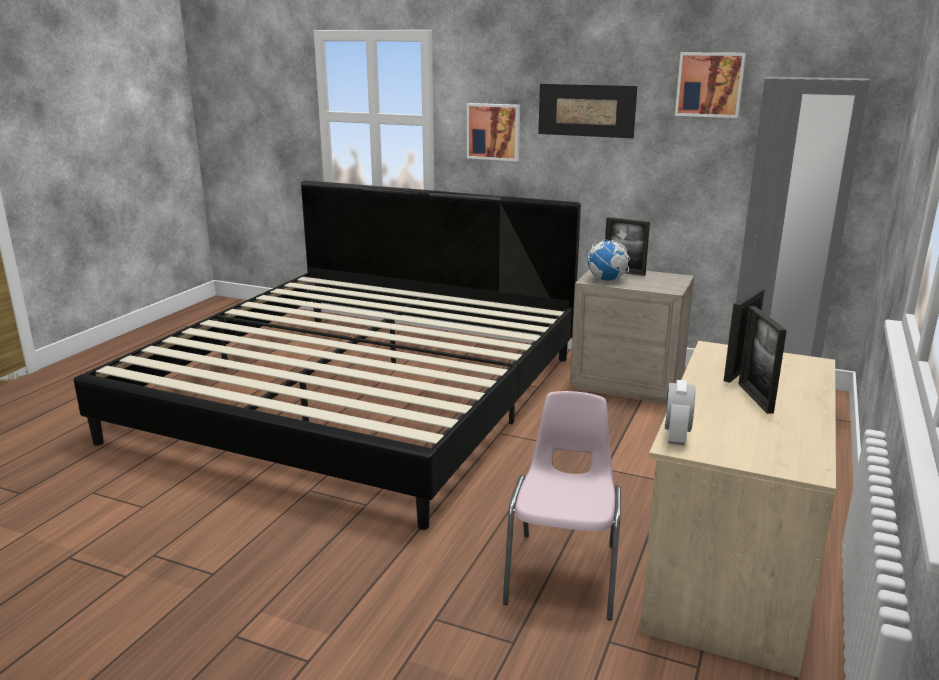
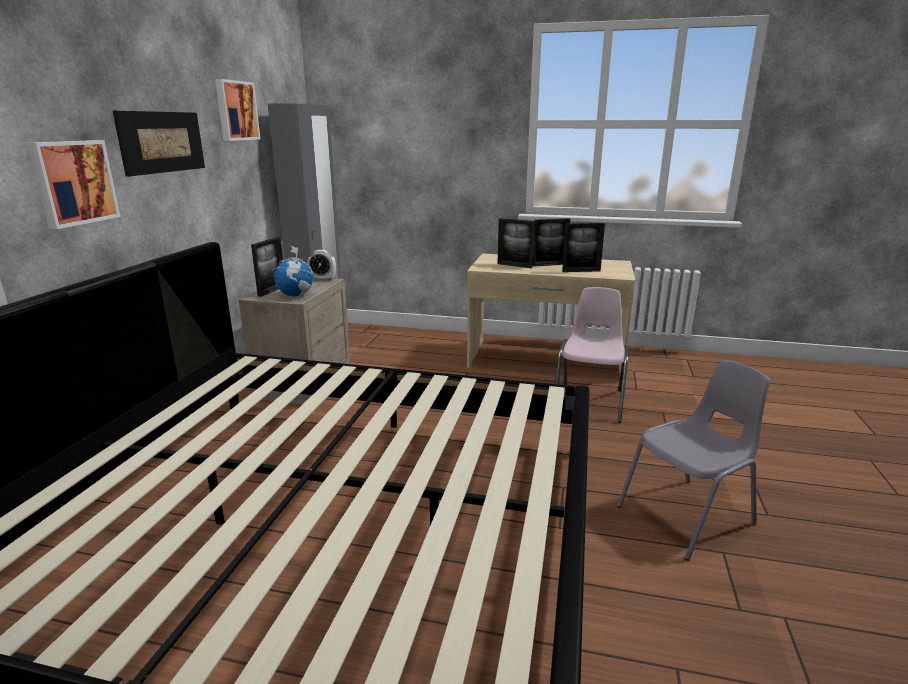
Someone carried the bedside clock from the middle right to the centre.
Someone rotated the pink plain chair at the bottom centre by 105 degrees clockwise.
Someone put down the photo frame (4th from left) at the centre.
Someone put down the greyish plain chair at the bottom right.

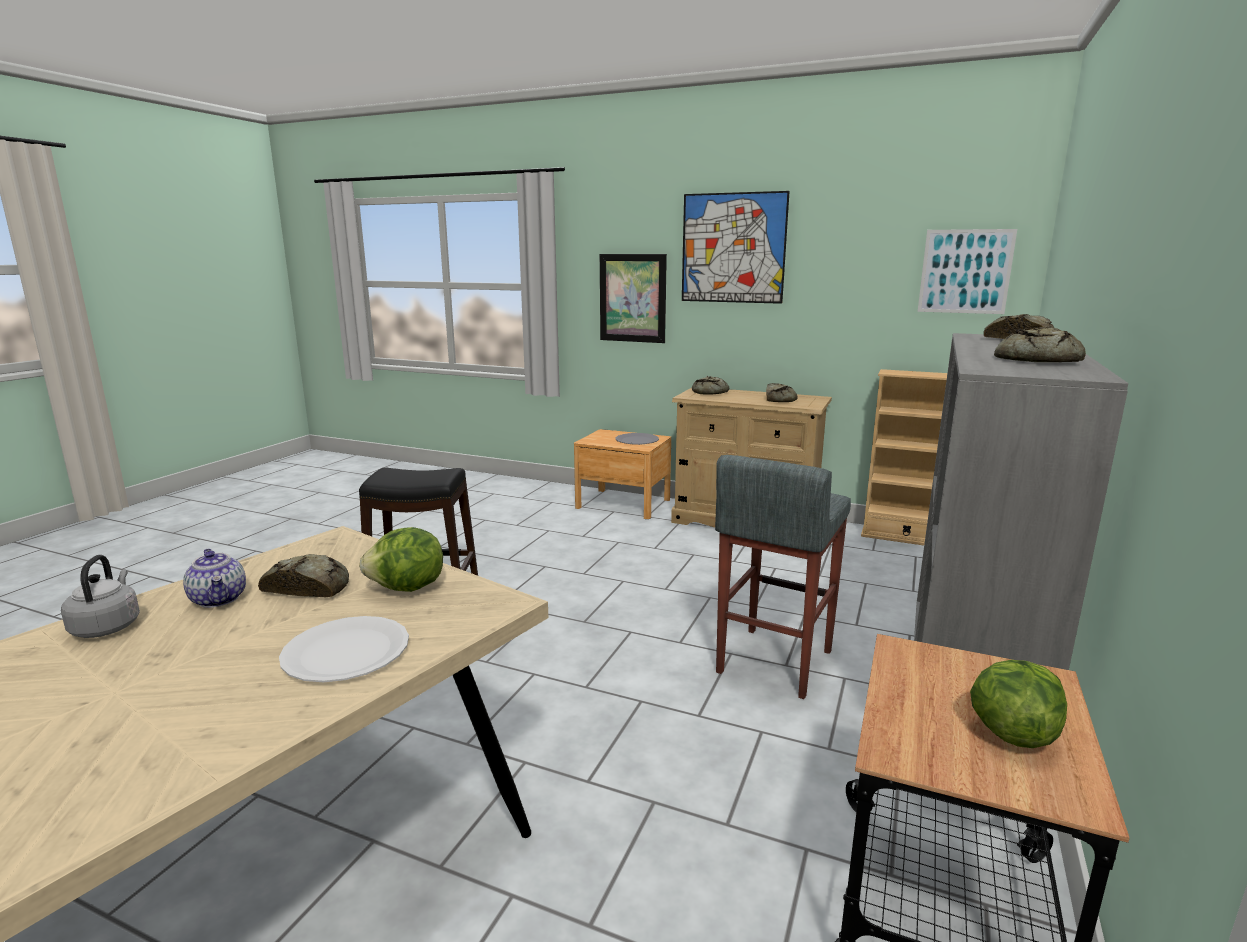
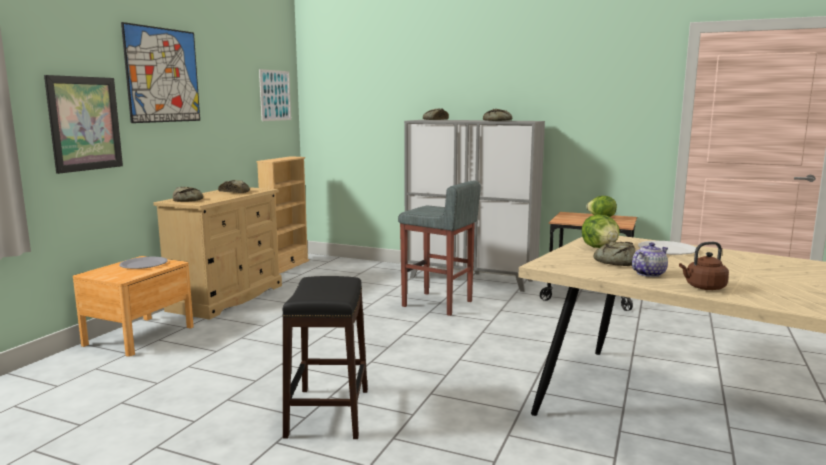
Someone repainted the greyish kettle at the middle left, which became the brown kettle at the middle right.

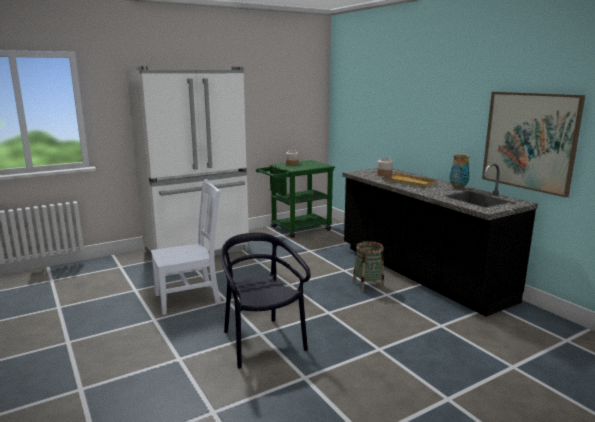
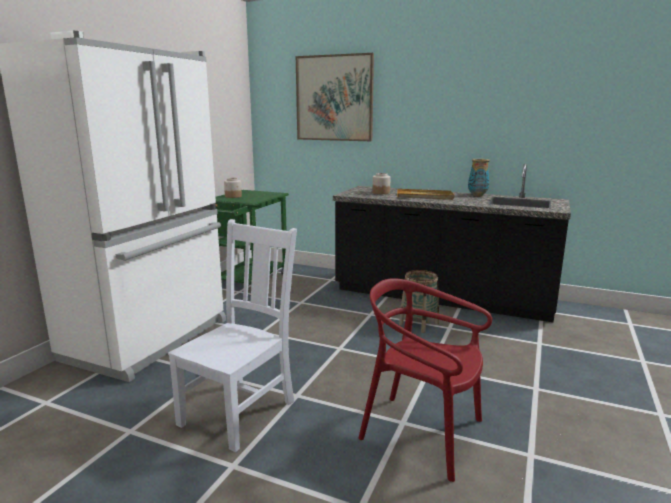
Someone carried the wall picture from the middle right to the top centre.
Someone repainted the black plain chair at the bottom centre, which became the red-coloured plain chair at the bottom centre.

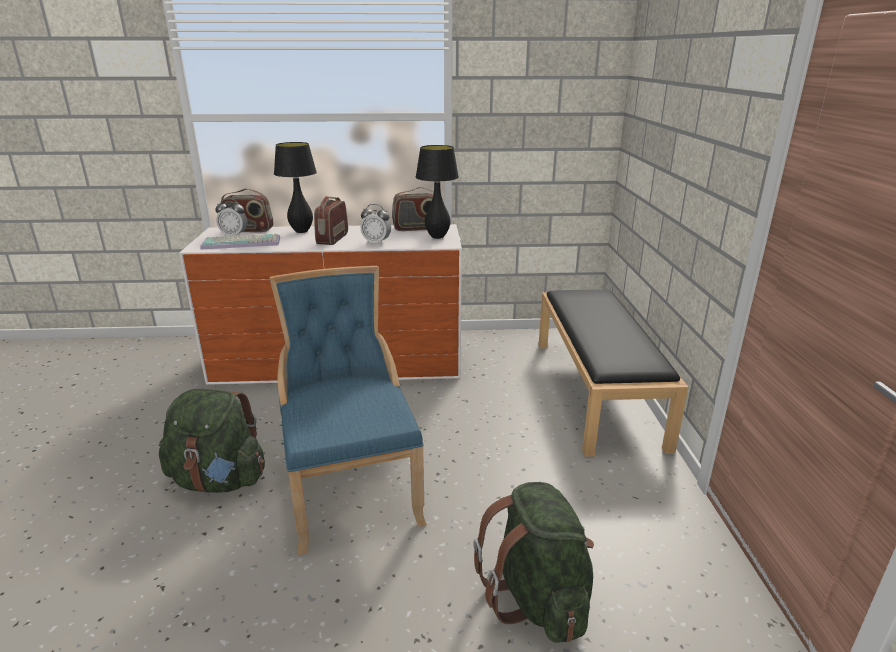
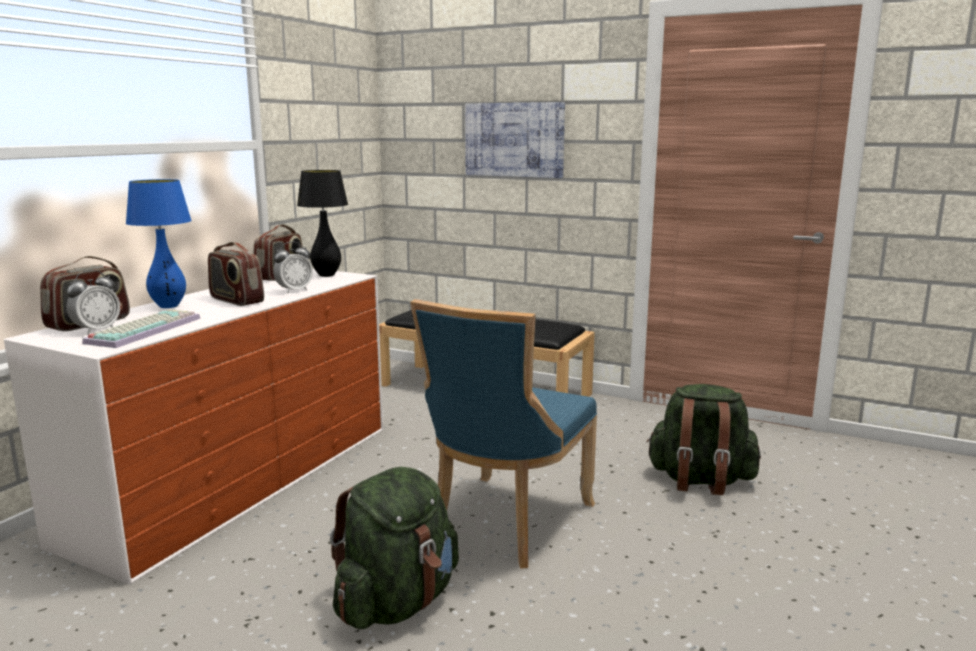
Someone repainted the black table lamp (1st from left) at the top left, which became the bluish table lamp at the middle left.
Someone rotated the bluish plain chair at the centre by 75 degrees counterclockwise.
Someone put up the wall picture at the top centre.

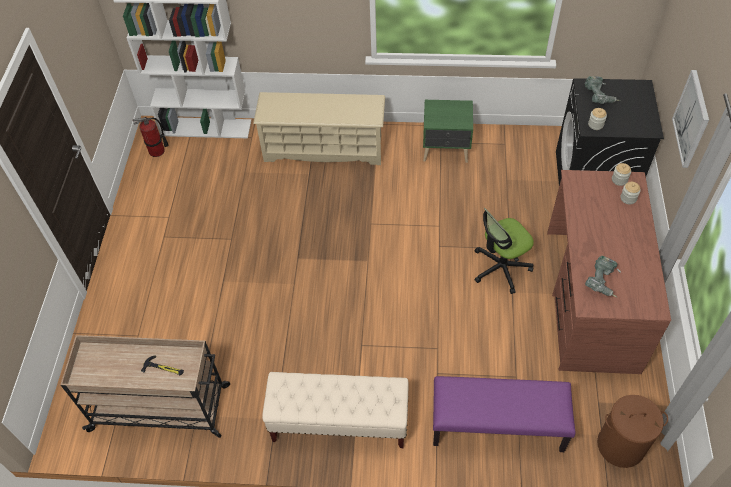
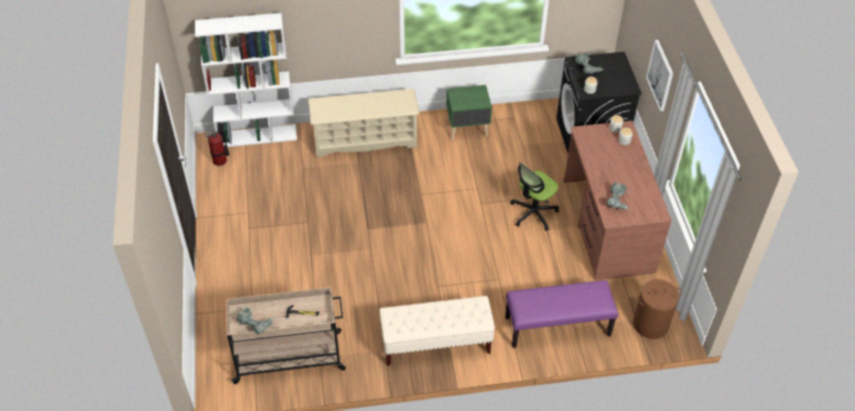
Someone put down the drill (1st from left) at the bottom left.

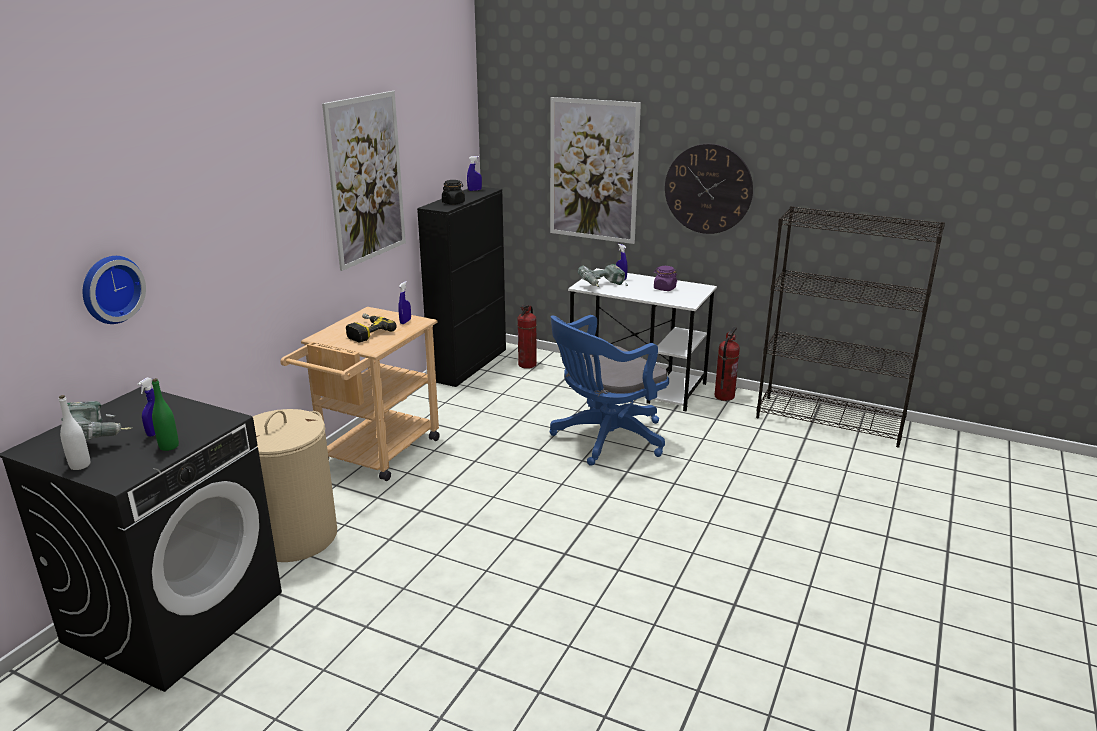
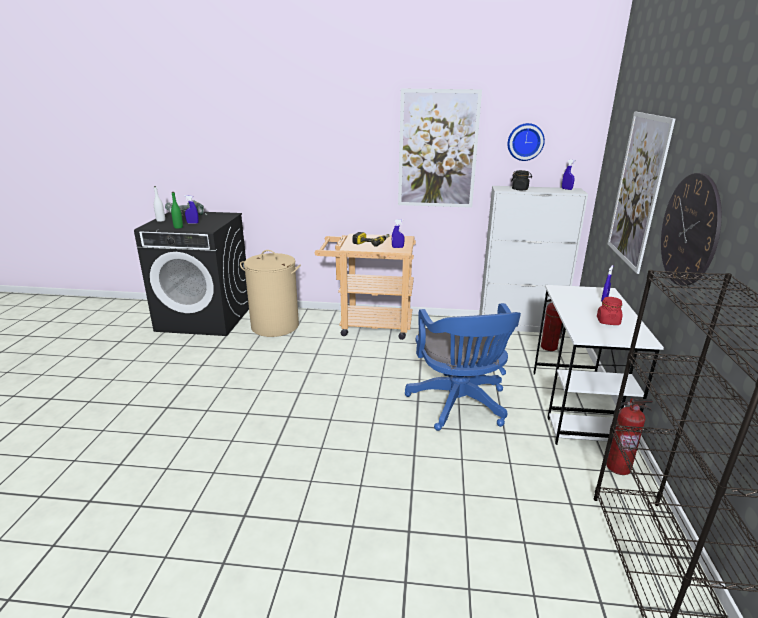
Someone rotated the bluish desk chair at the centre by 135 degrees counterclockwise.
Someone repainted the black cabinet at the centre, which became the white-coloured cabinet at the middle right.
Someone carried the clock on the wall (1st from left) from the middle left to the top right.
Someone repainted the purple-coloured jar at the centre, which became the red-coloured jar at the middle right.
Someone took away the drill (3rd from left) at the centre.

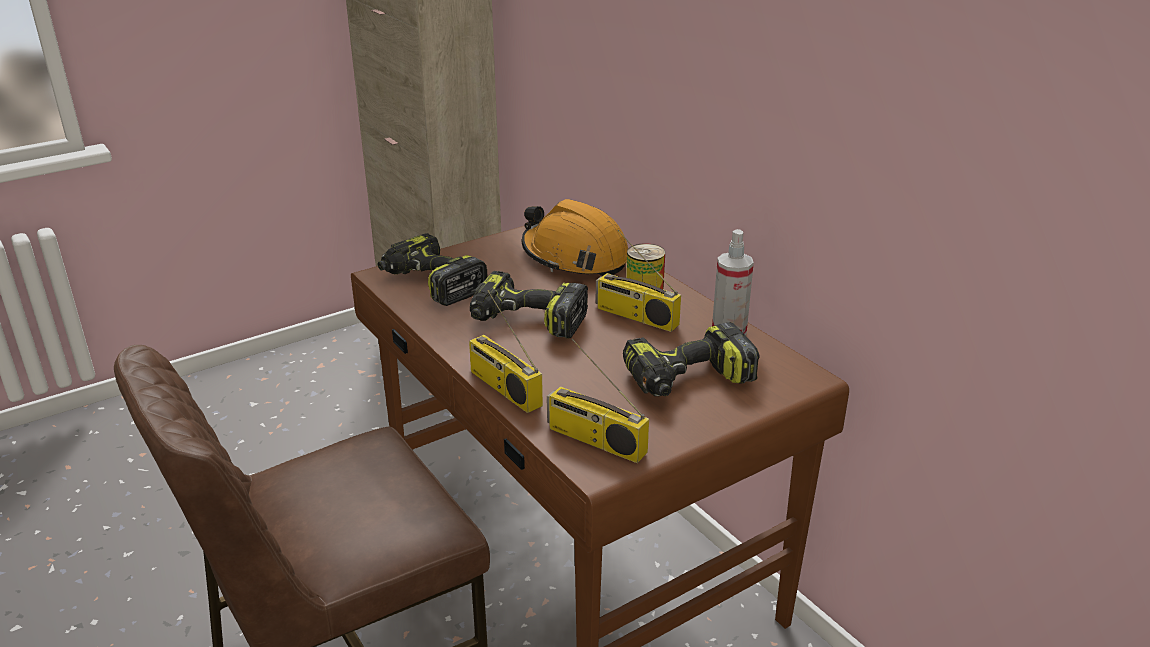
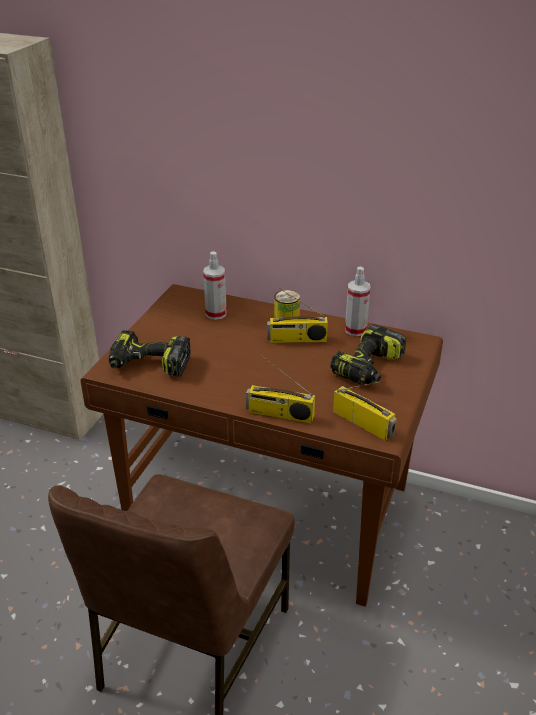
Someone swapped the orange work helmet at the centre for the spray bottle (1st from left) at the centre.
Someone rotated the radio (2nd from left in the first image) at the centre by 135 degrees counterclockwise.
Someone took away the drill (2nd from left) at the centre.

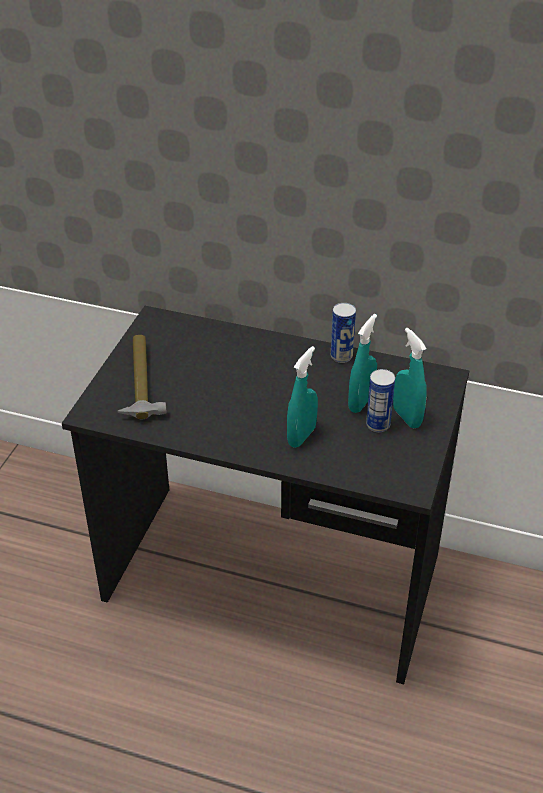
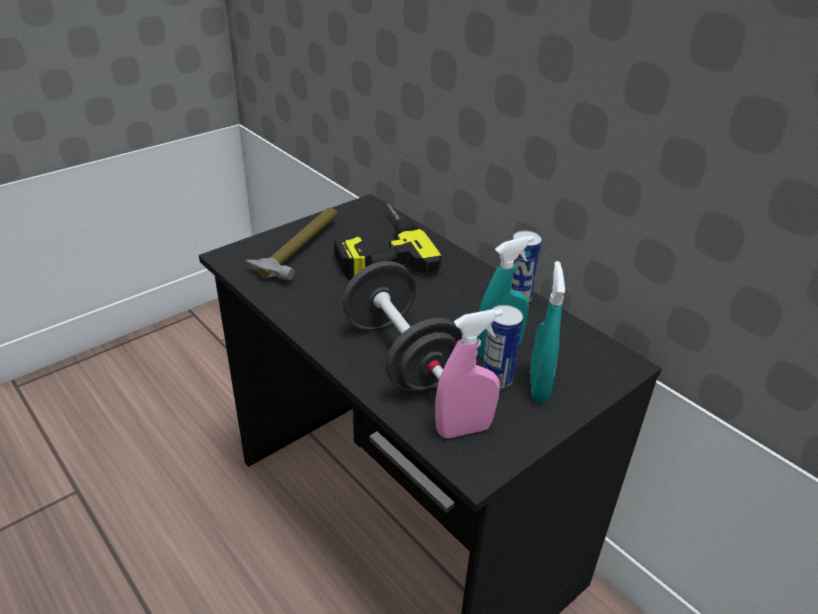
Someone put down the drill at the centre.
Someone swapped the blue-green spray bottle (1st from left) at the centre for the black dumbbell at the centre.
Someone put down the pink spray bottle at the centre.

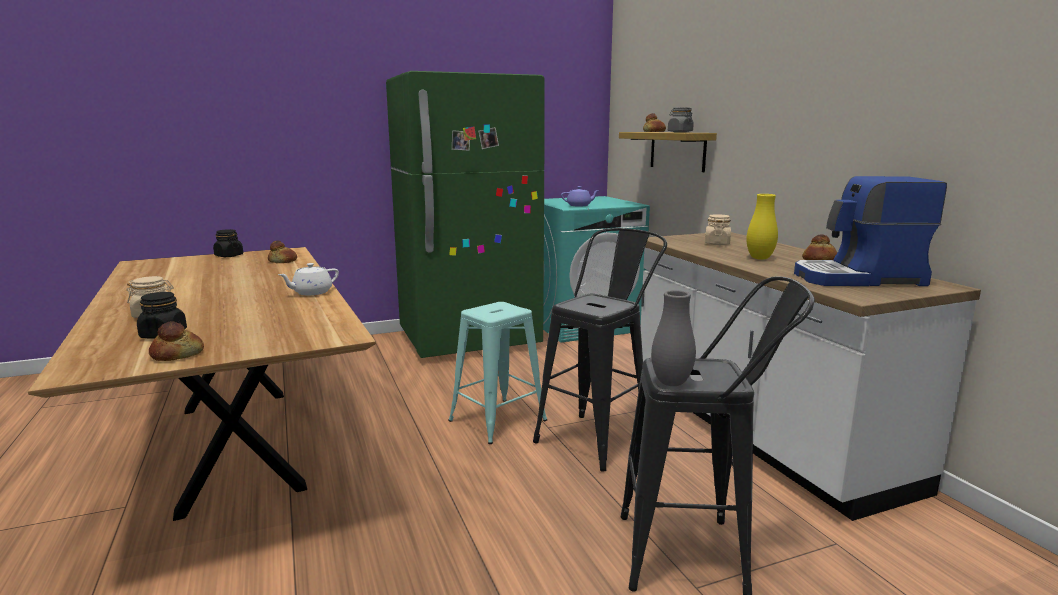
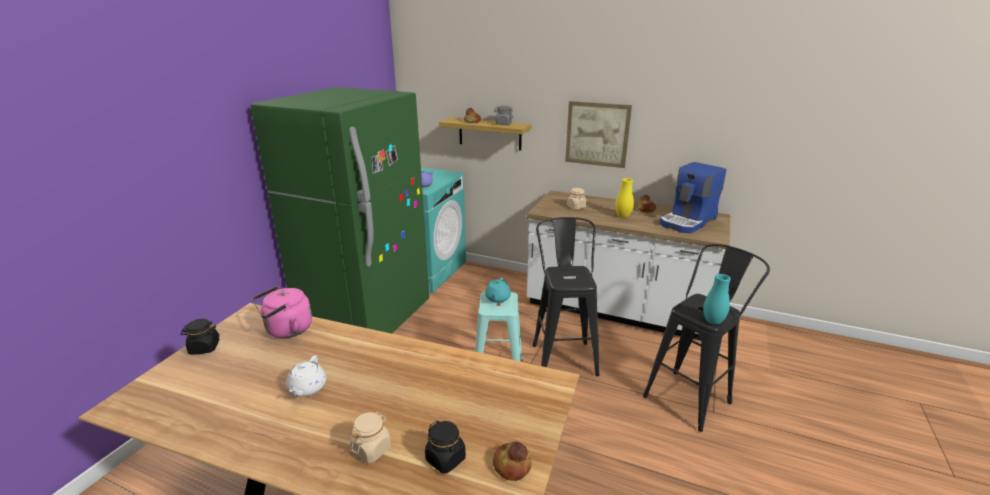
Someone swapped the baked bread (2nd from left) at the middle left for the pink kettle at the middle left.
Someone carried the white-coloured tea pot from the middle left to the bottom left.
Someone put down the blue-green tea pot at the centre.
Someone put up the wall picture at the top centre.
Someone repainted the greyish flower vase at the centre, which became the blue-green flower vase at the middle right.

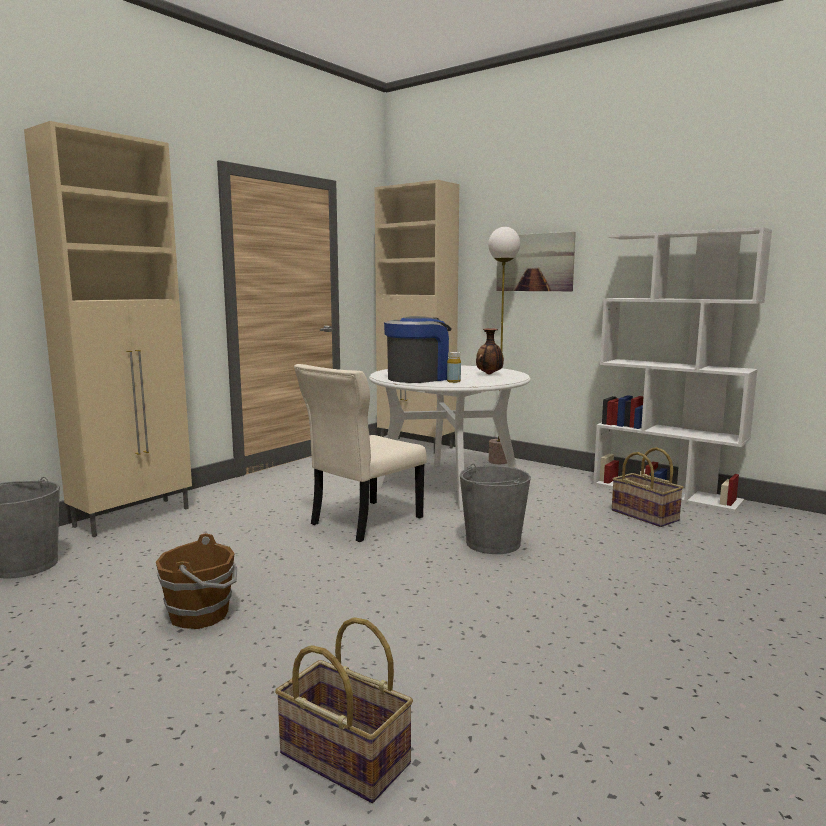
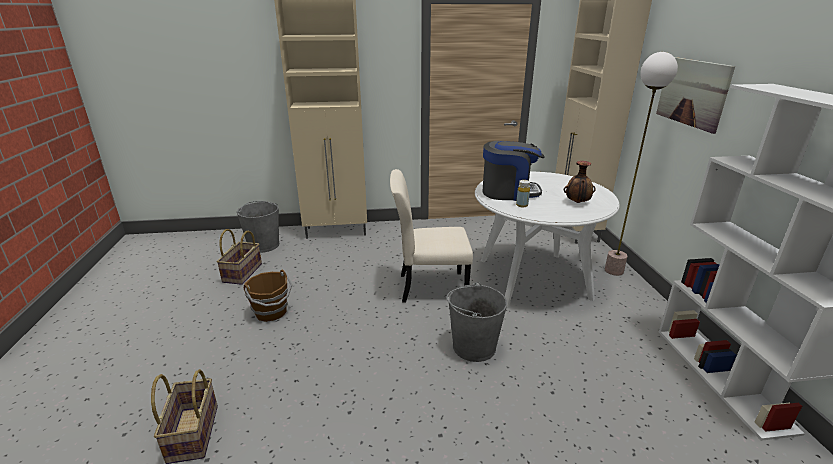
Someone carried the storage basket (2nd from left) from the middle right to the middle left.

